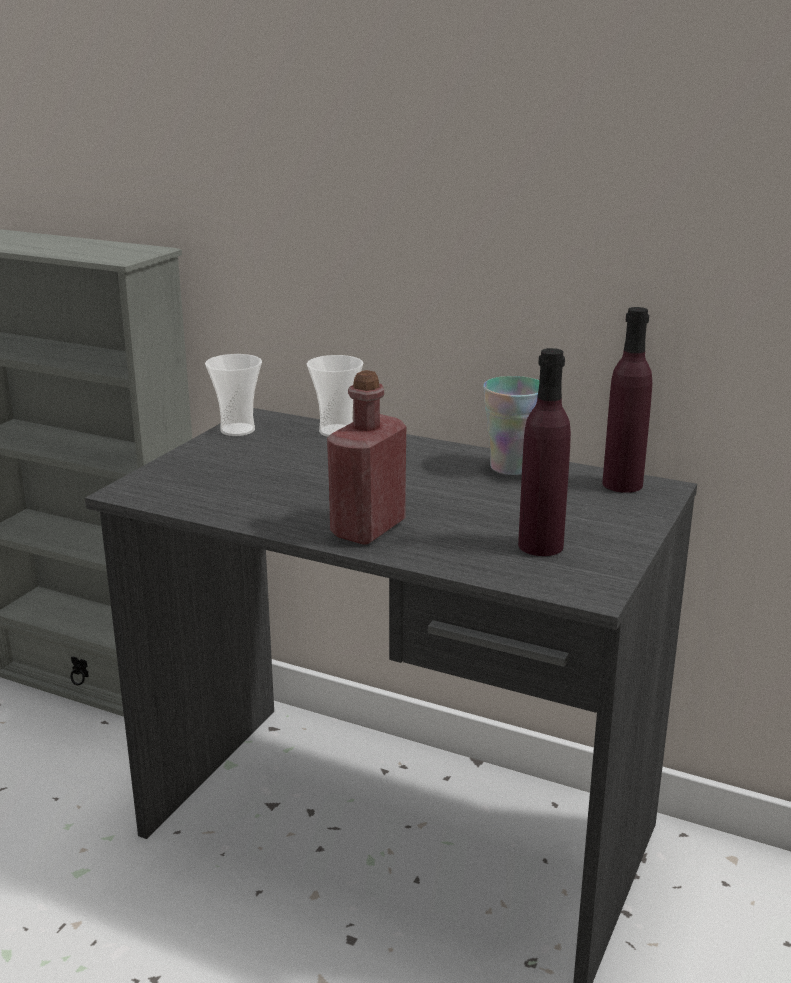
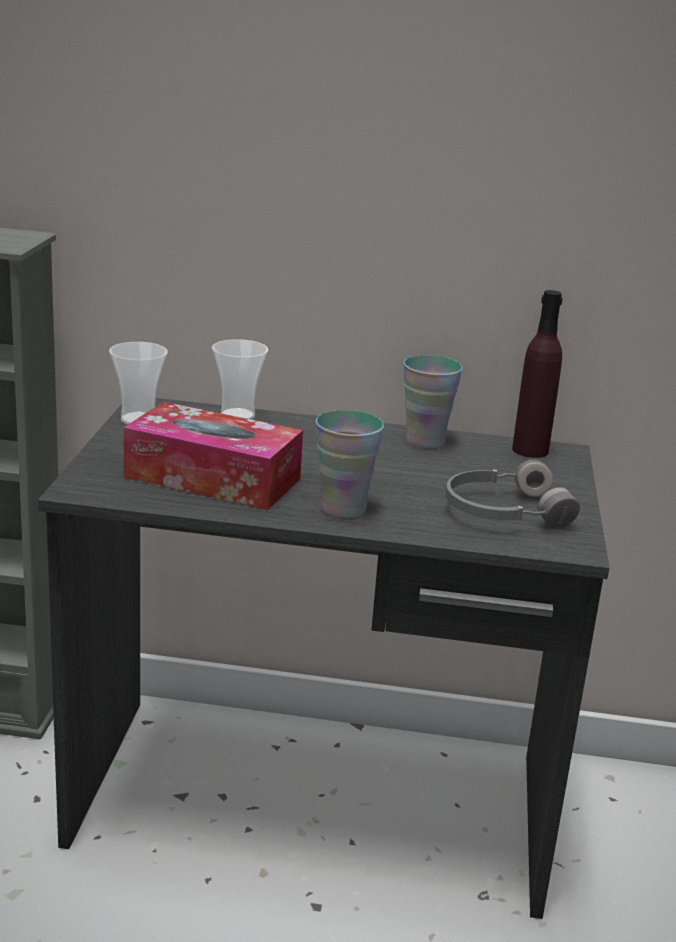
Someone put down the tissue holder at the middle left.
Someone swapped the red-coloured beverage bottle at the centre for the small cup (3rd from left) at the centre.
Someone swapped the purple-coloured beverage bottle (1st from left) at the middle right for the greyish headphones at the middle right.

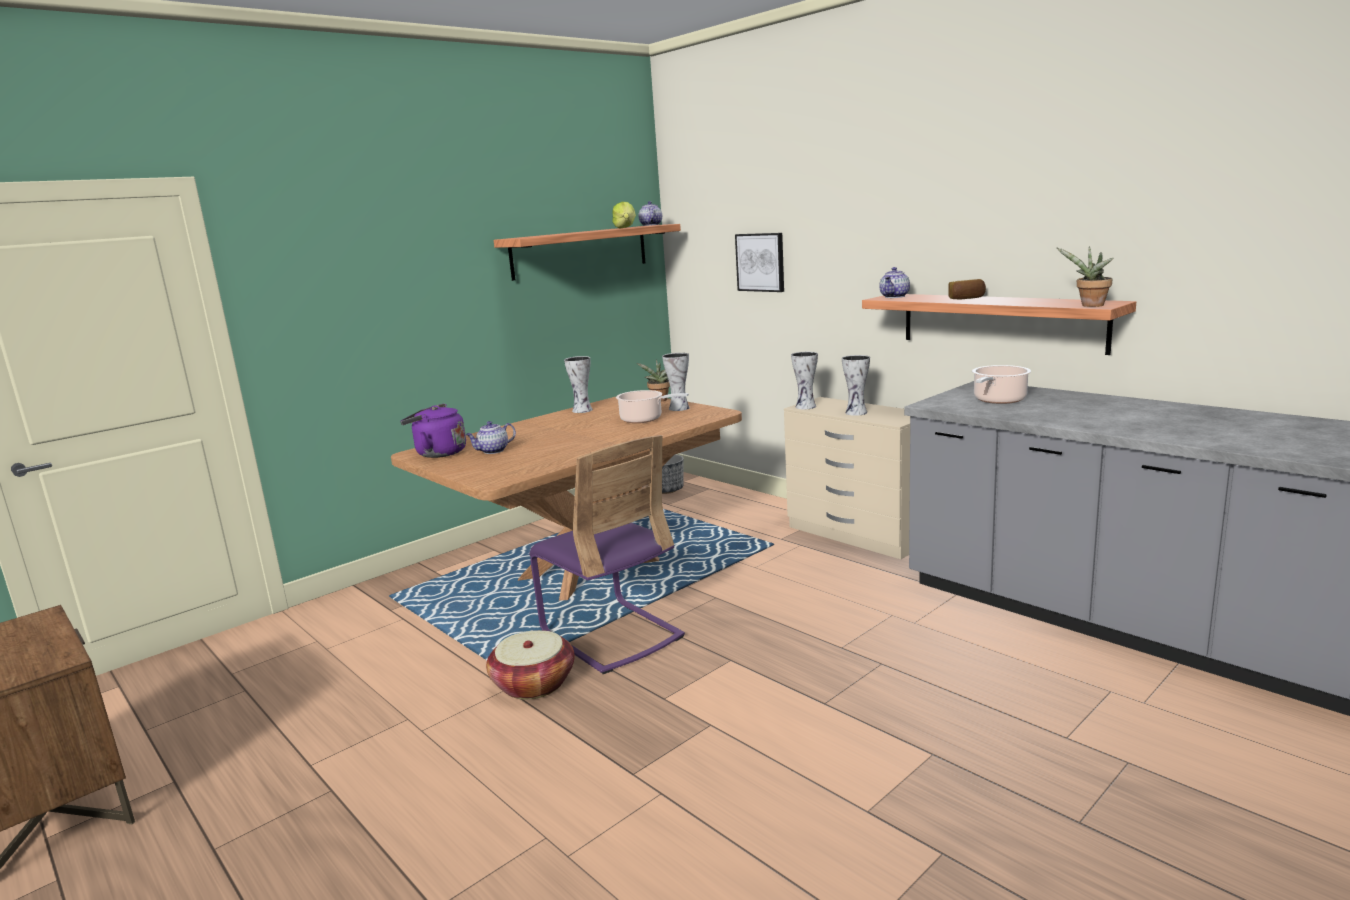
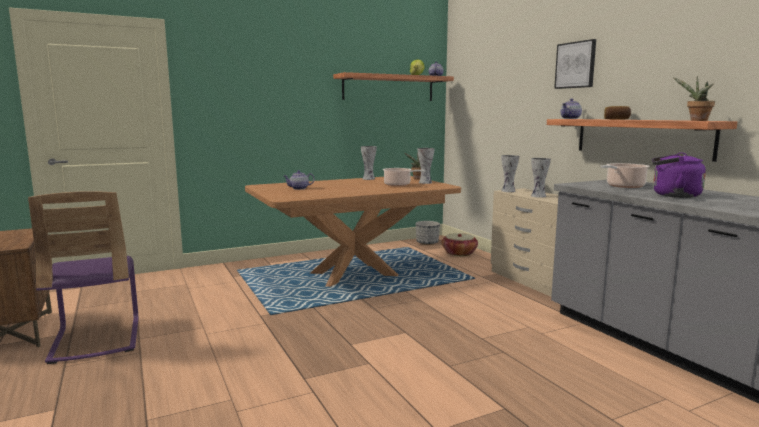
Someone carried the purple-coloured plain chair from the centre to the middle left.
Someone carried the storage basket from the bottom centre to the centre.
Someone carried the wall picture from the top centre to the top right.
Someone carried the purple-coloured kettle from the middle left to the middle right.

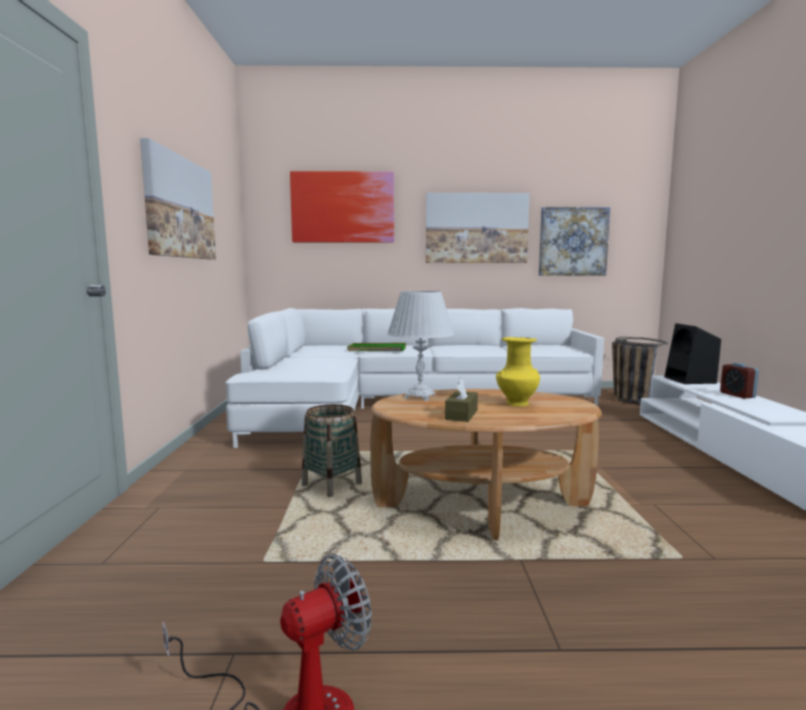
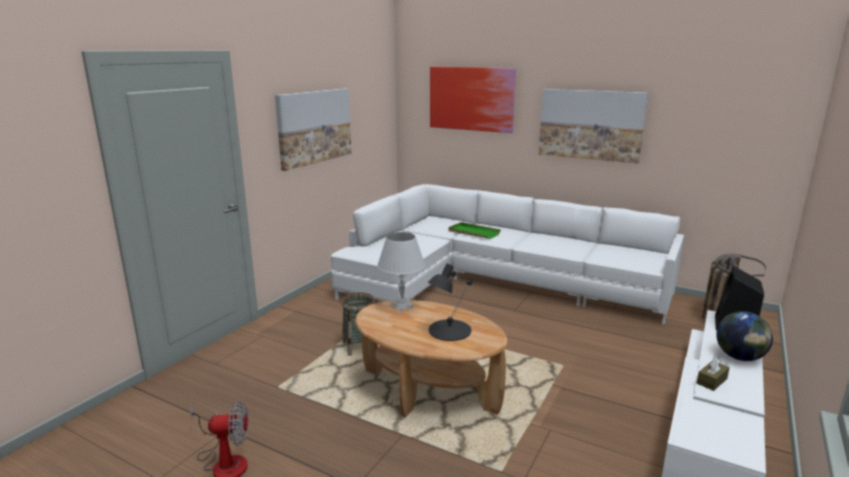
Someone swapped the yellow-coloured flower vase at the centre for the black table lamp at the centre.
Someone carried the brown tissue holder from the centre to the bottom right.
Someone swapped the bedside clock at the middle right for the globe at the bottom right.
Someone took away the wall picture (4th from left) at the middle right.

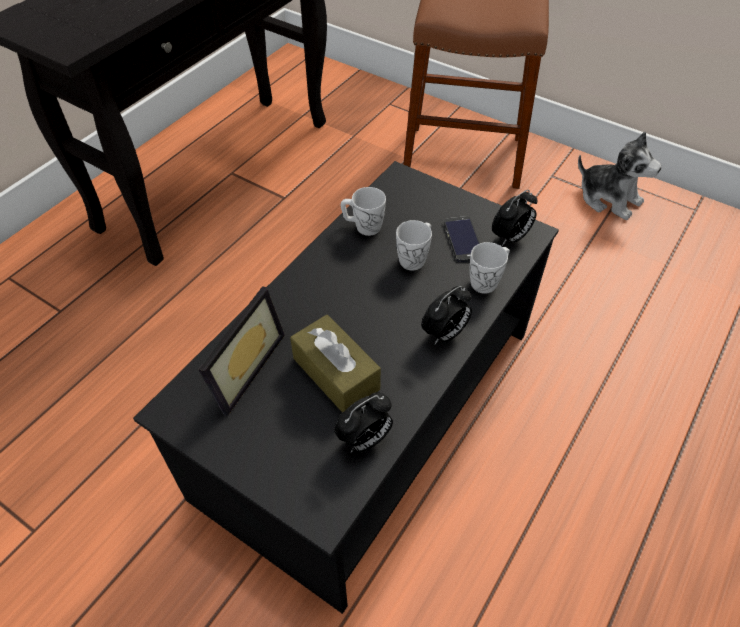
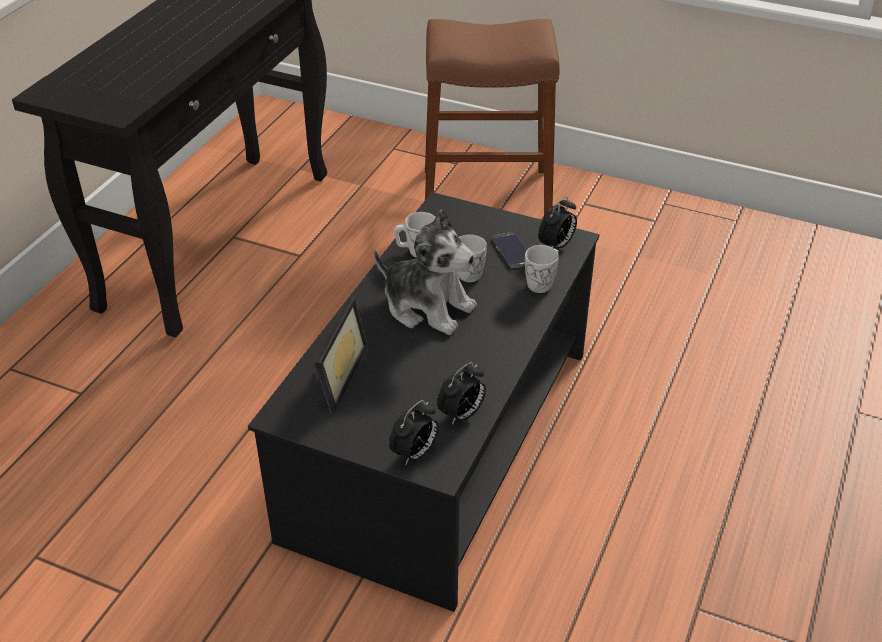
Someone carried the cuddly toy from the top right to the centre.
Someone carried the bedside clock (2nd from left in the first image) from the centre to the bottom centre.
Someone took away the brown tissue holder at the centre.

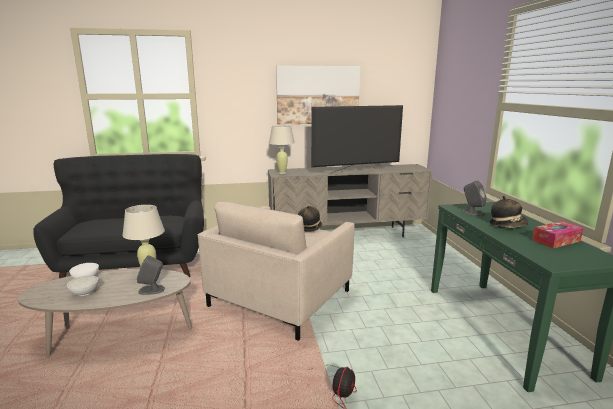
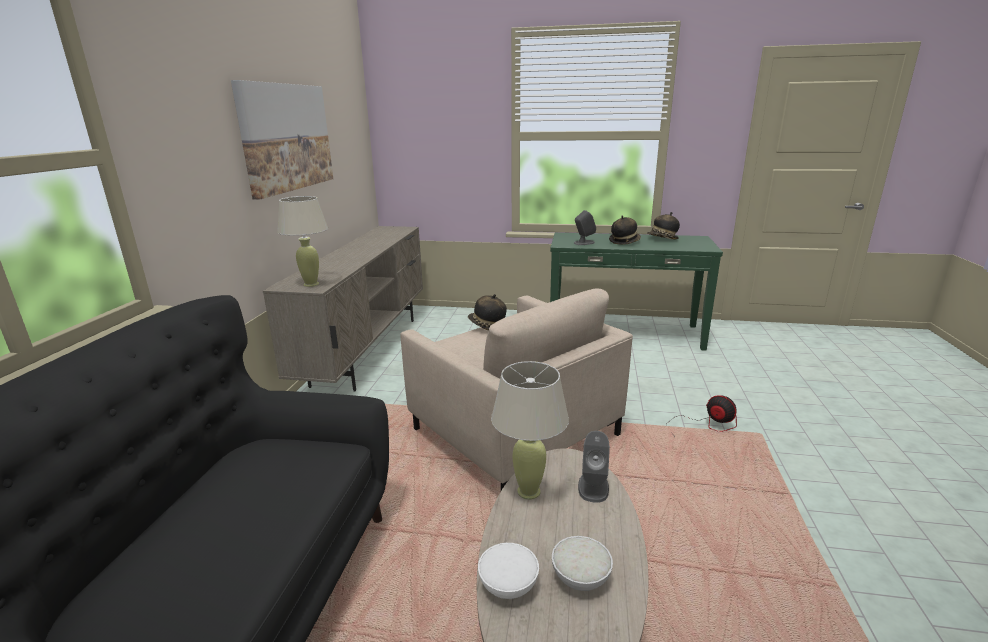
Someone swapped the tissue holder at the middle right for the hat (3rd from left) at the middle right.
Someone took away the television at the centre.

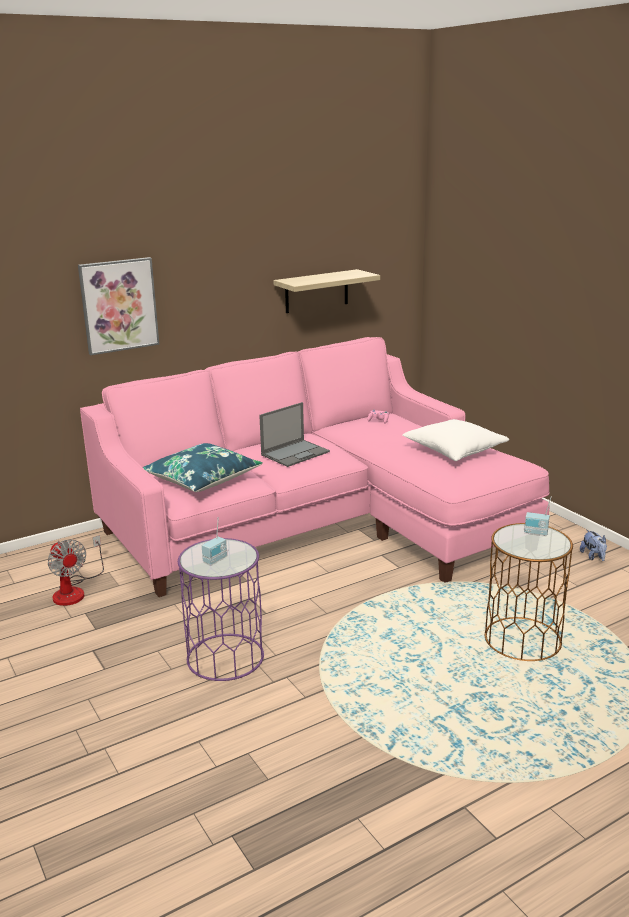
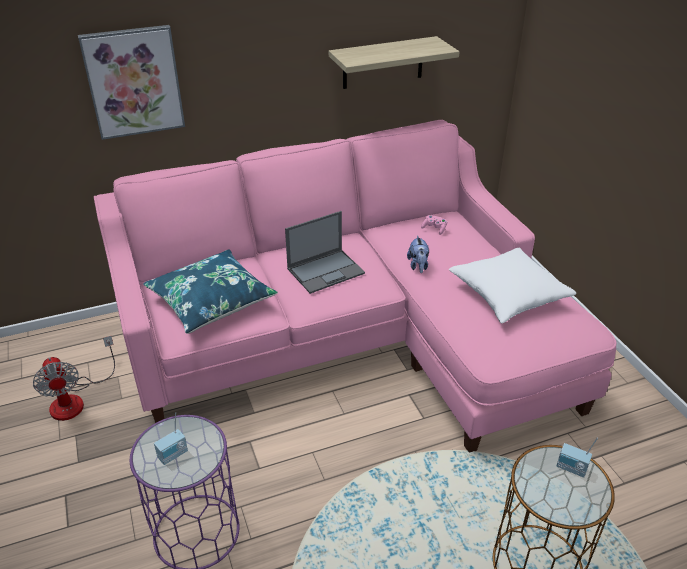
Someone carried the cuddly toy from the middle right to the centre.

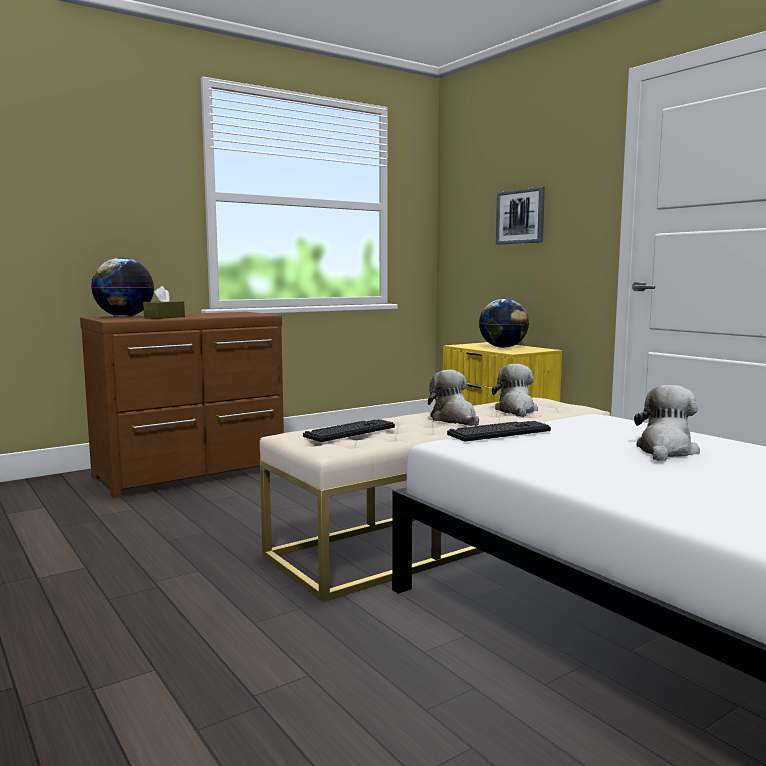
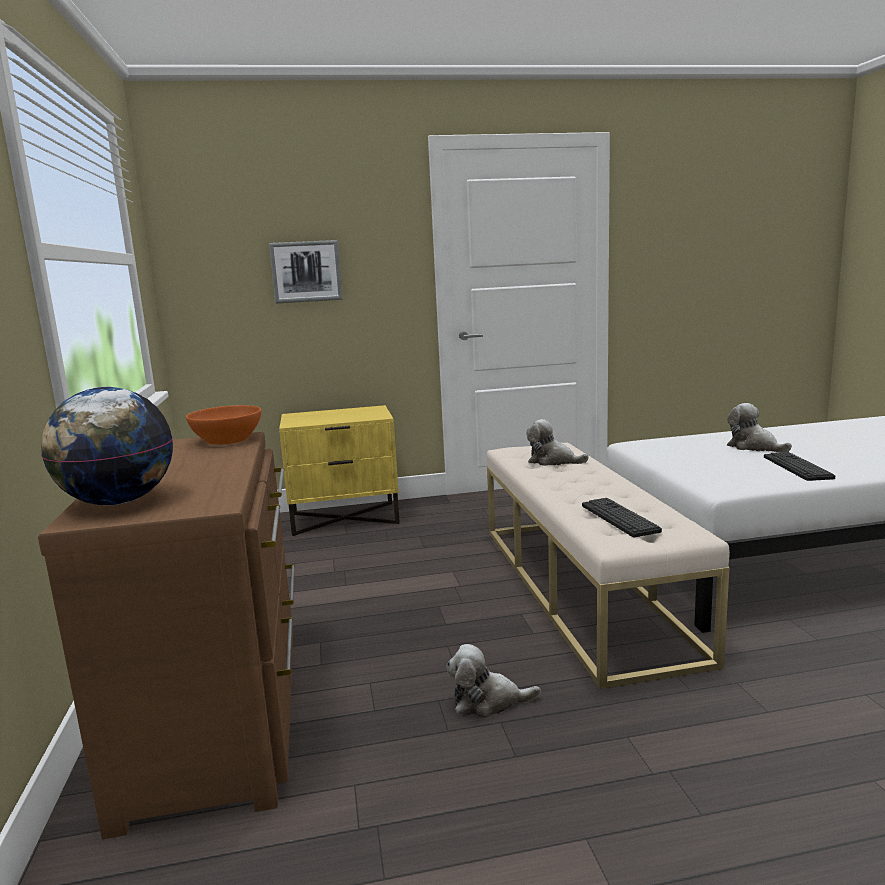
Someone put down the orange bowl at the middle left.
Someone carried the cuddly toy (1st from left) from the centre to the bottom centre.
Someone carried the keyboard (2nd from left) from the centre to the middle right.
Someone took away the brown tissue holder at the middle left.
Someone took away the globe (2nd from left) at the centre.

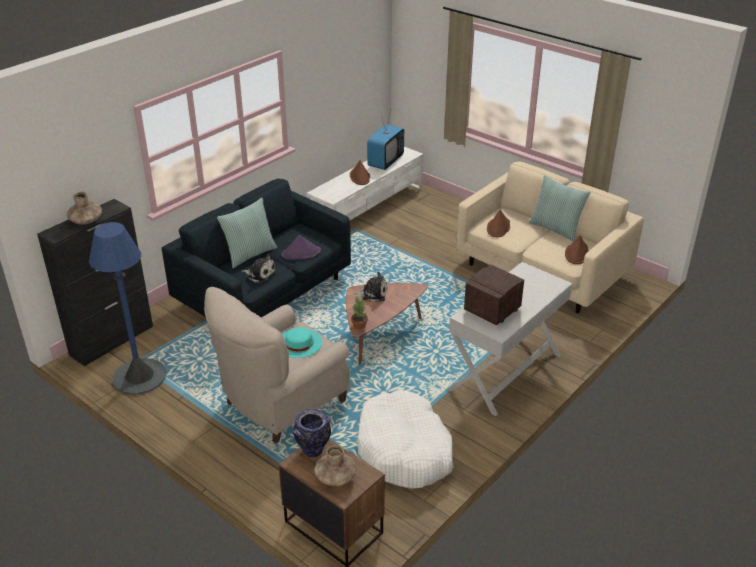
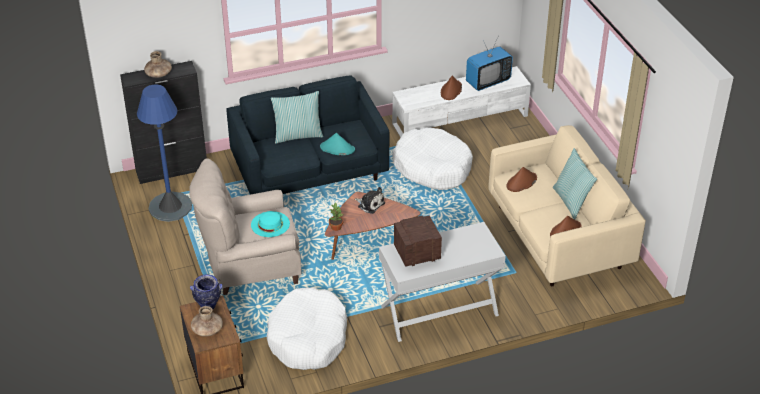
Someone repainted the purple-coloured hat at the centre, which became the blue-green hat (2nd from left) at the centre.
Someone put down the white-coloured dog bed (2nd from left) at the centre.
Someone took away the cuddly toy (1st from left) at the centre.

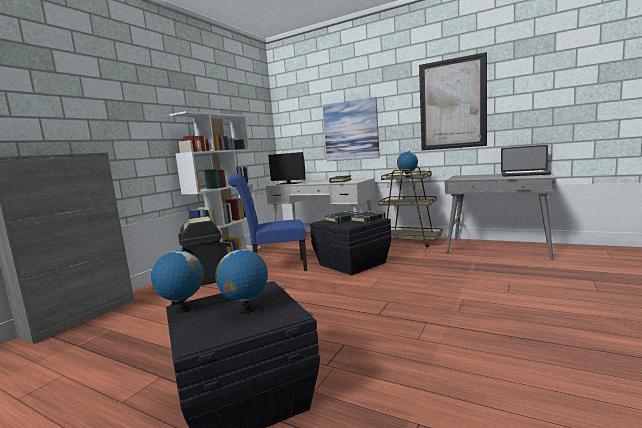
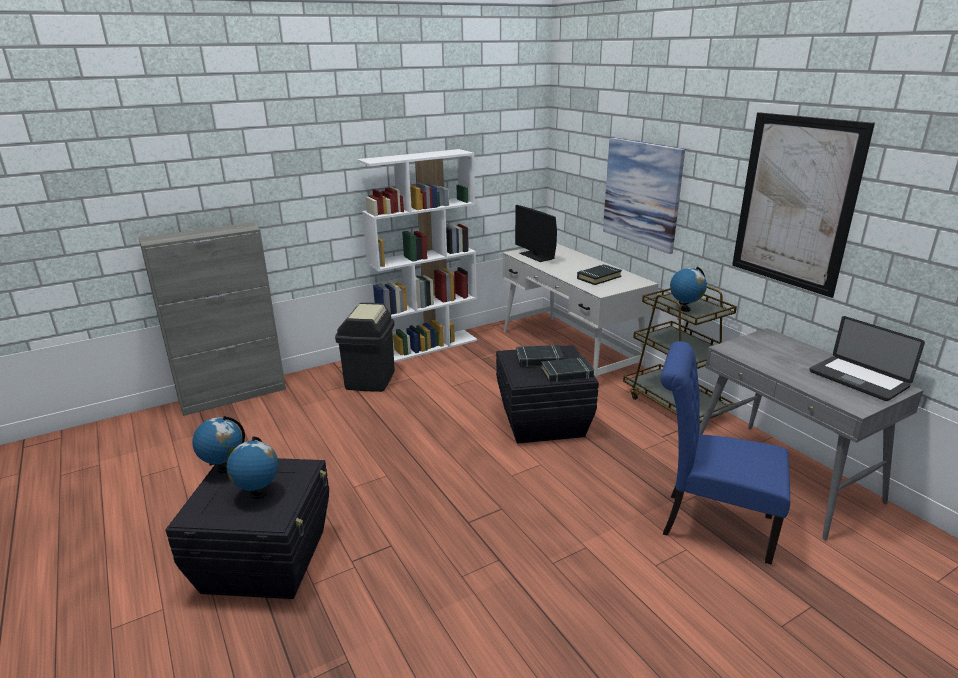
Someone carried the bluish plain chair from the centre to the bottom right.

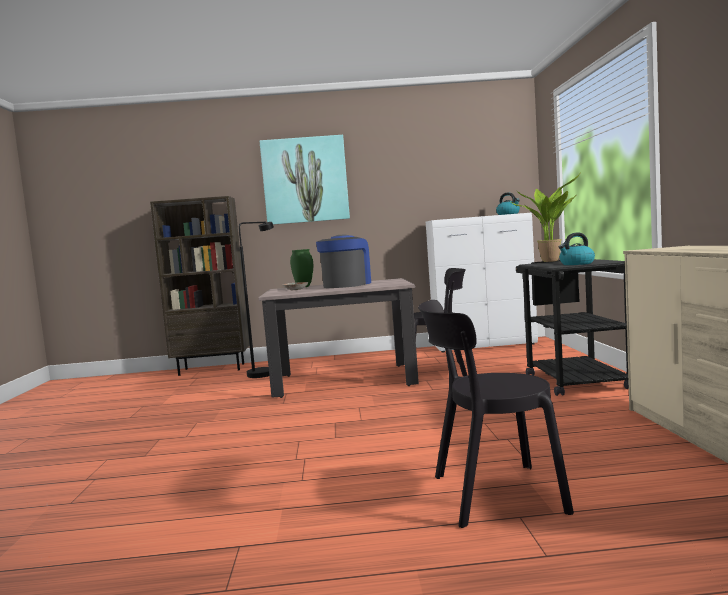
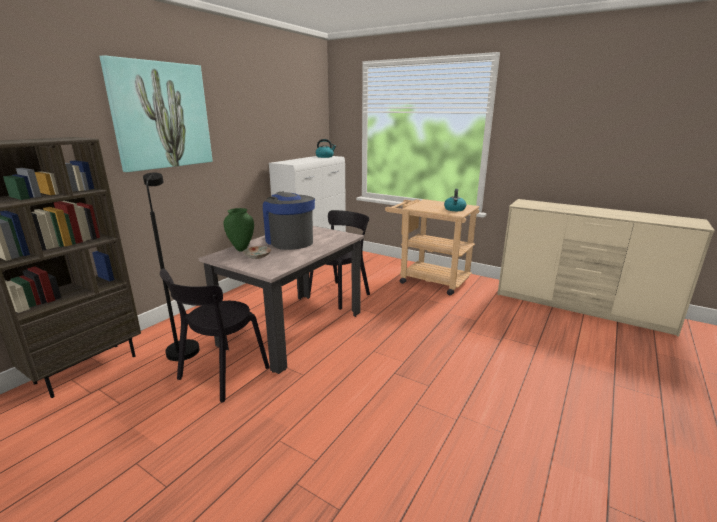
Someone carried the black plain chair (2nd from left in the first image) from the bottom right to the middle left.
Someone repainted the black cart at the middle right, which became the beige-coloured cart at the centre.
Someone took away the houseplant at the middle right.

